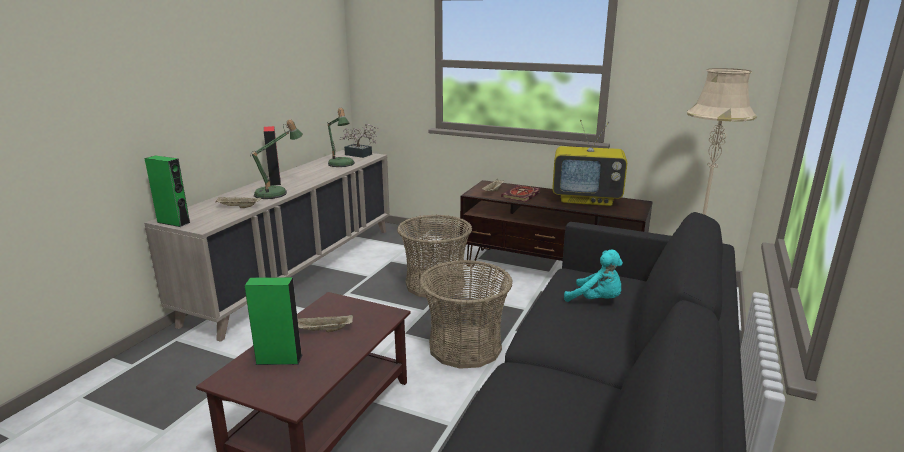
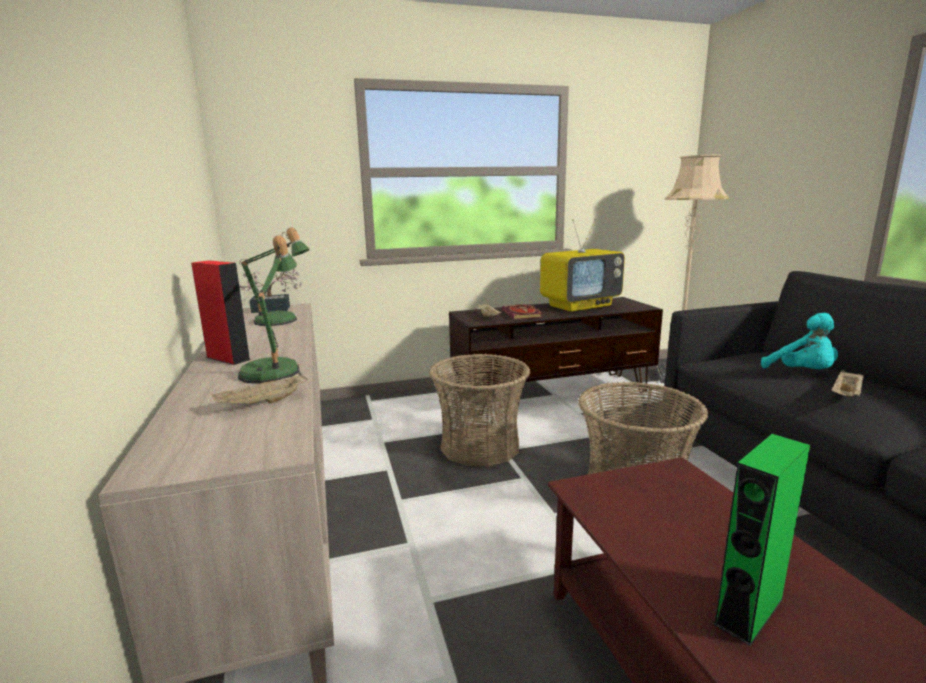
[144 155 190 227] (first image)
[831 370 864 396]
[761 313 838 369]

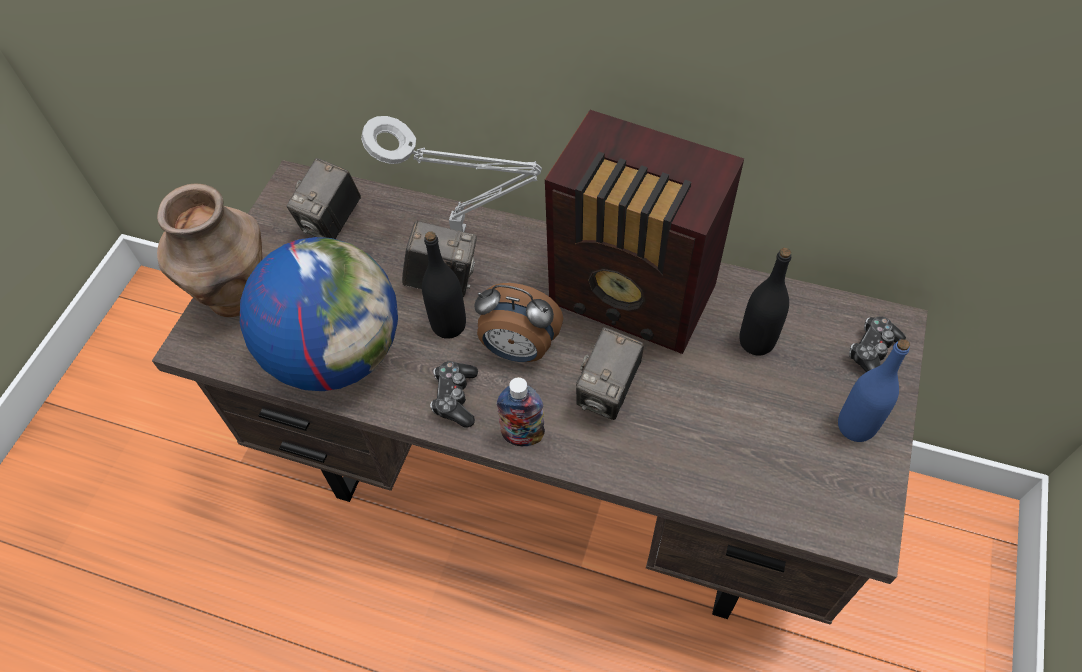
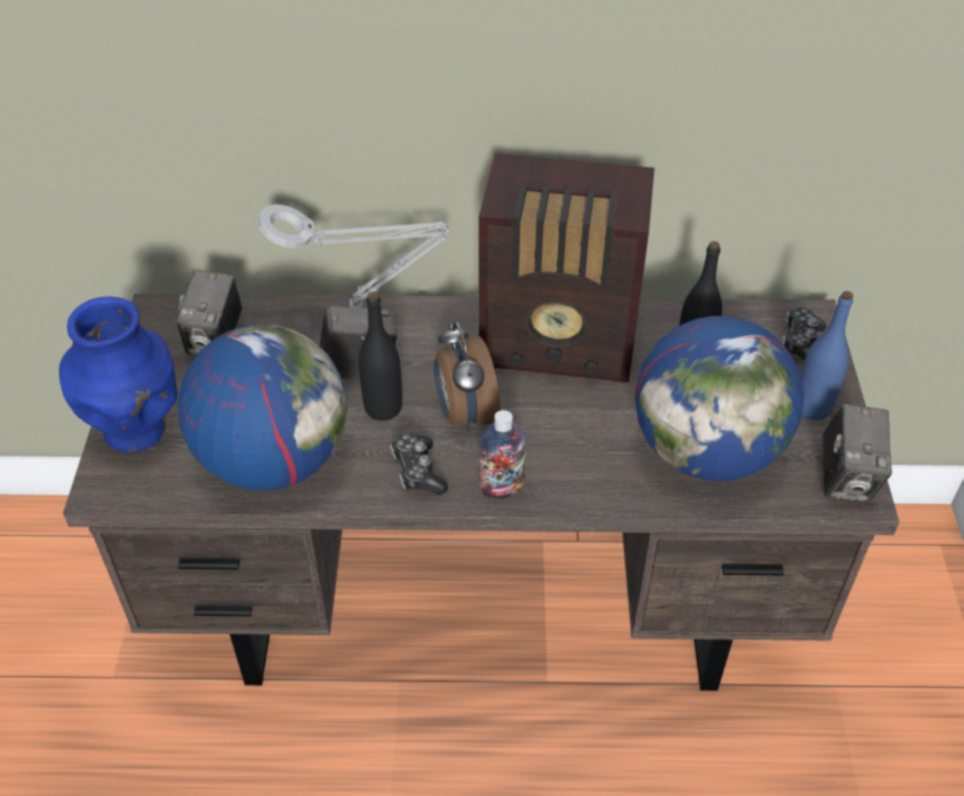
[635 316 804 481]
[822 404 892 502]
[59 296 178 453]
[434 322 500 432]

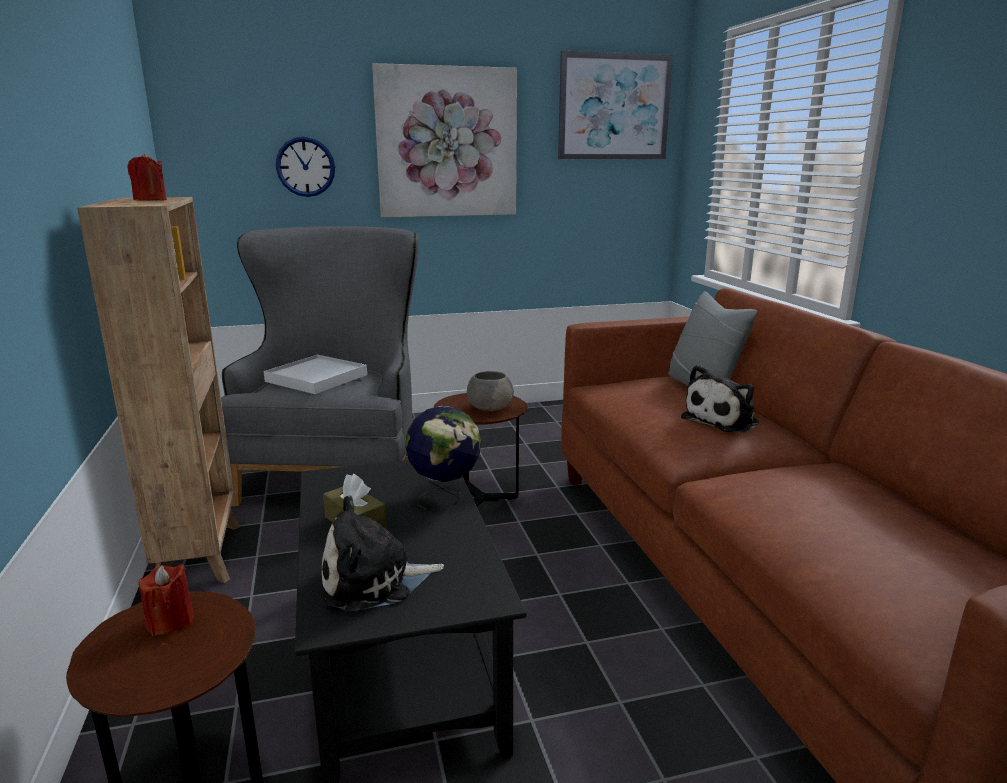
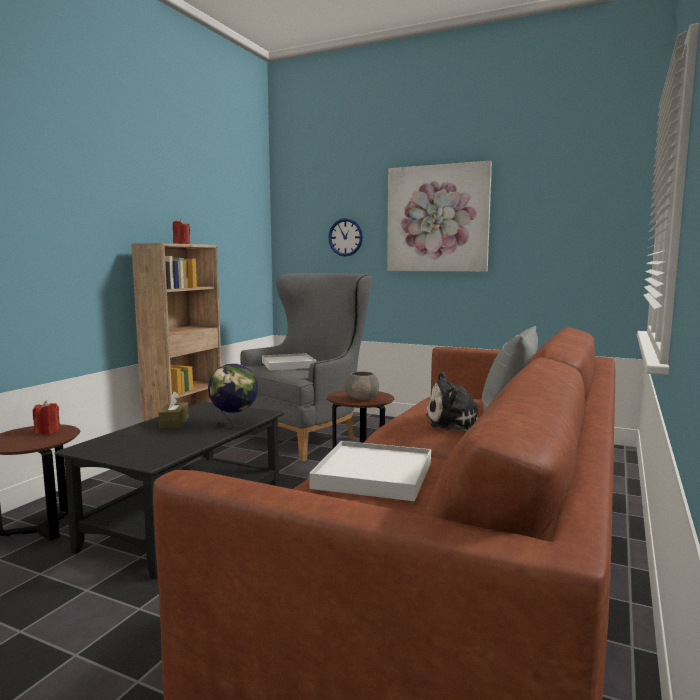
[322 495 444 611] (first image)
[558 51 673 160] (first image)
[309 441 431 501]

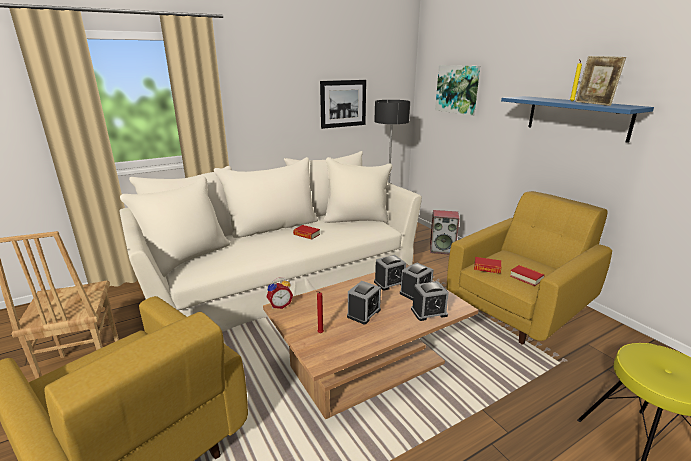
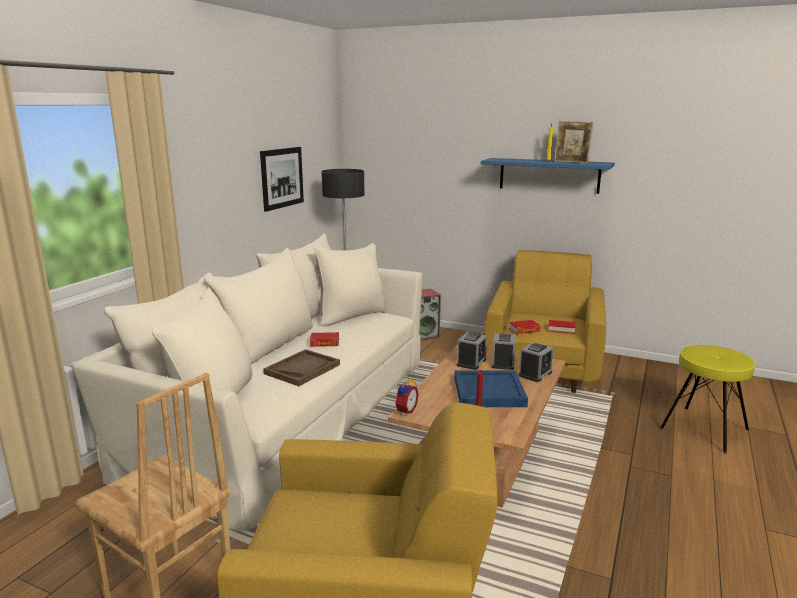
[435 65 480 116] (first image)
[263 349 340 386]
[454 370 528 407]

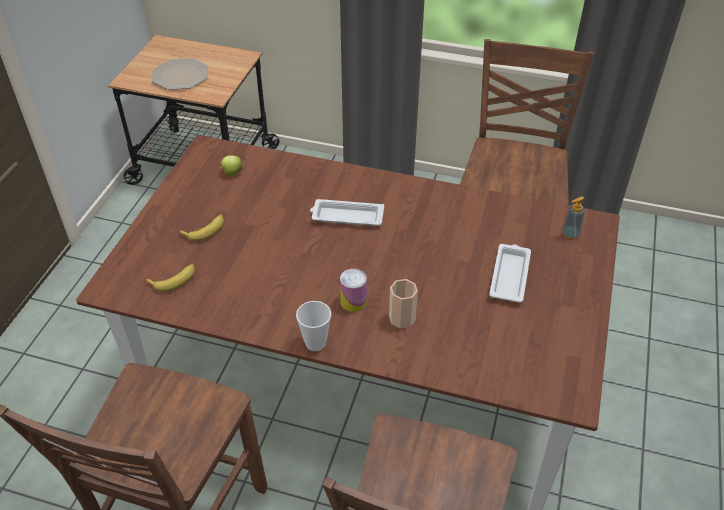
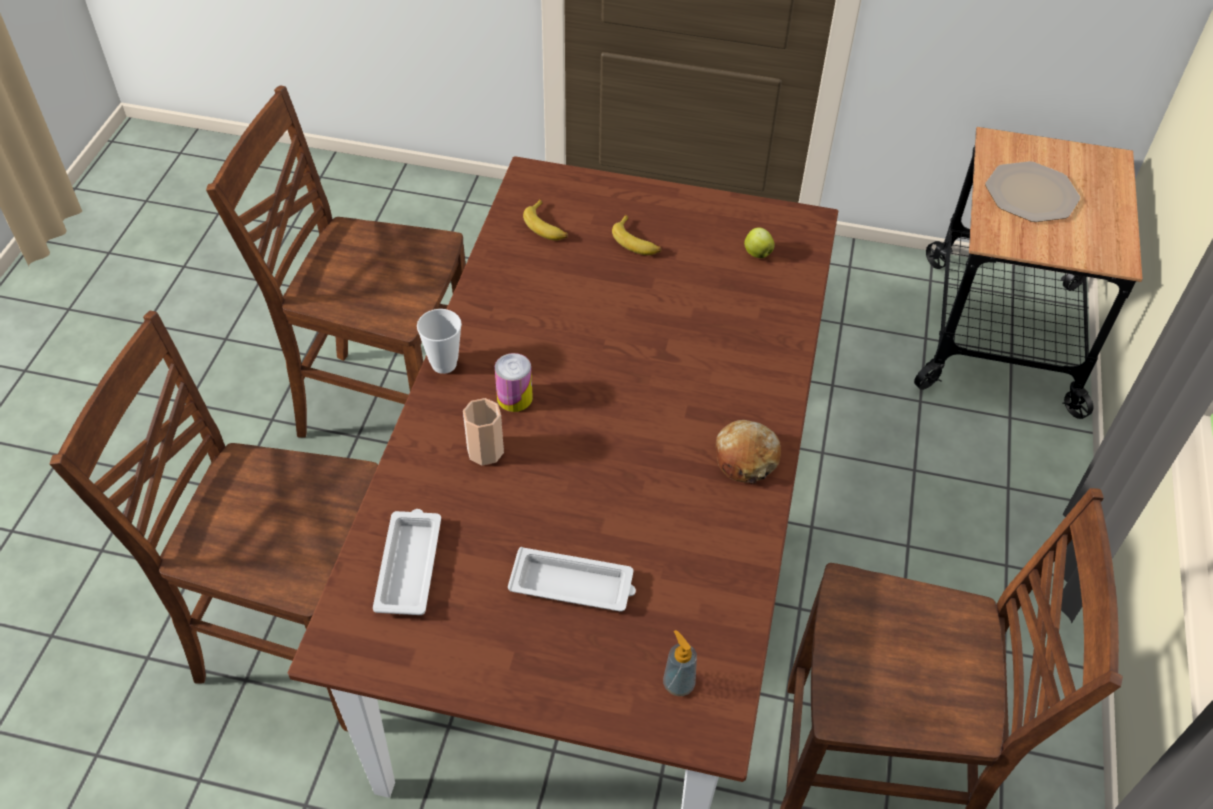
[715 420 781 484]
[373 509 441 615]

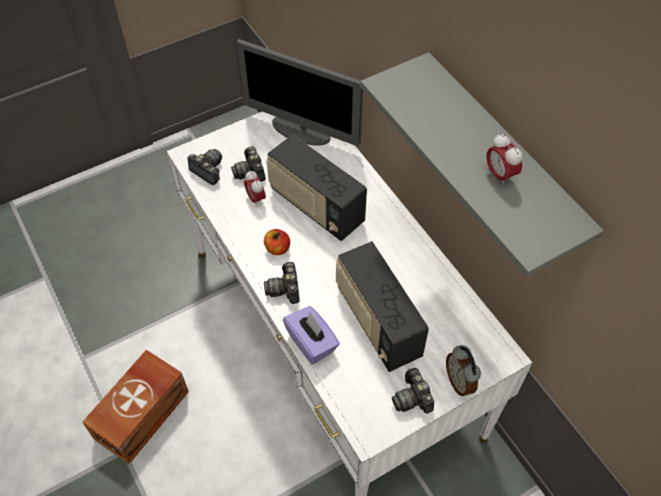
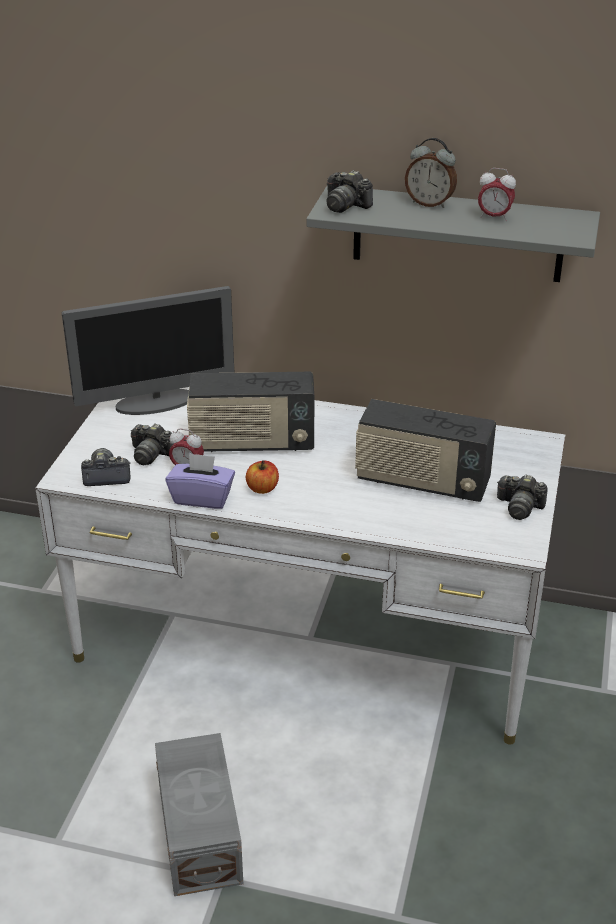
[326 170 373 213]
[166 453 235 509]
[405 138 457 208]
[155 733 243 896]

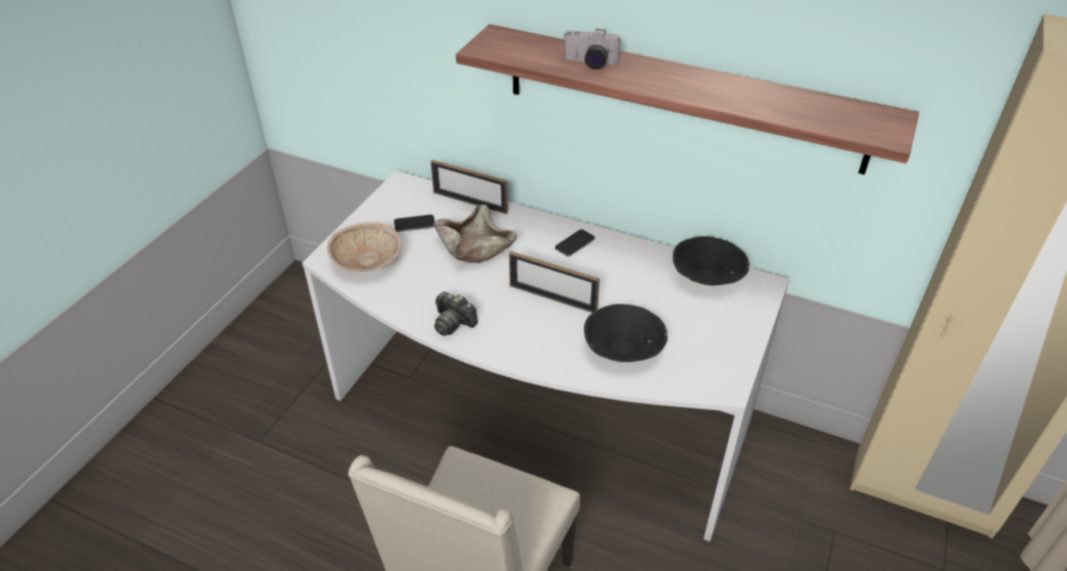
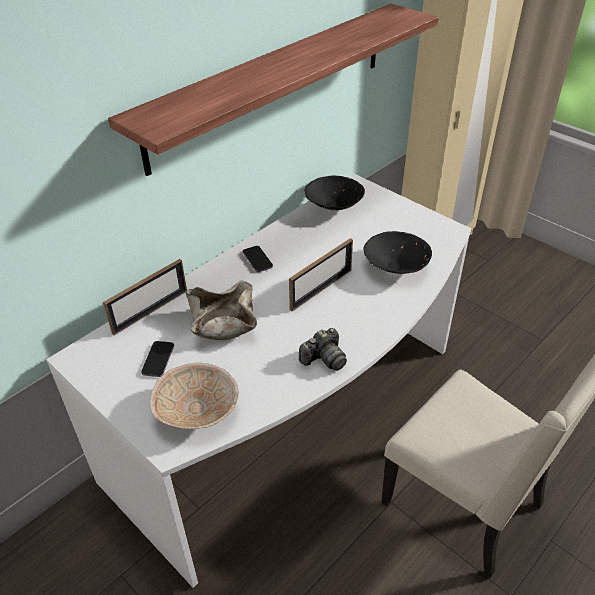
[563 29 621 69] (first image)

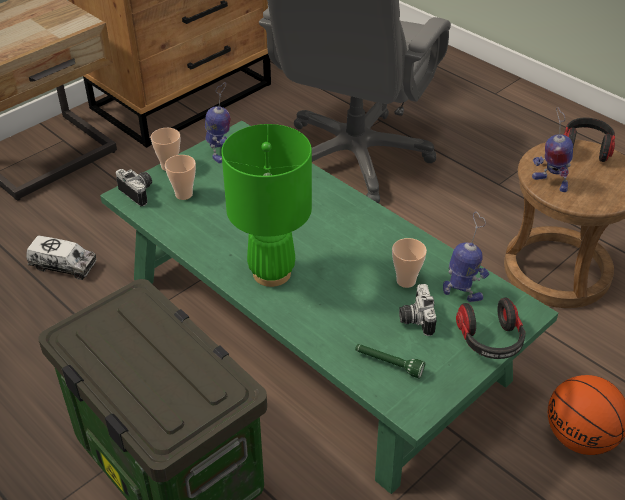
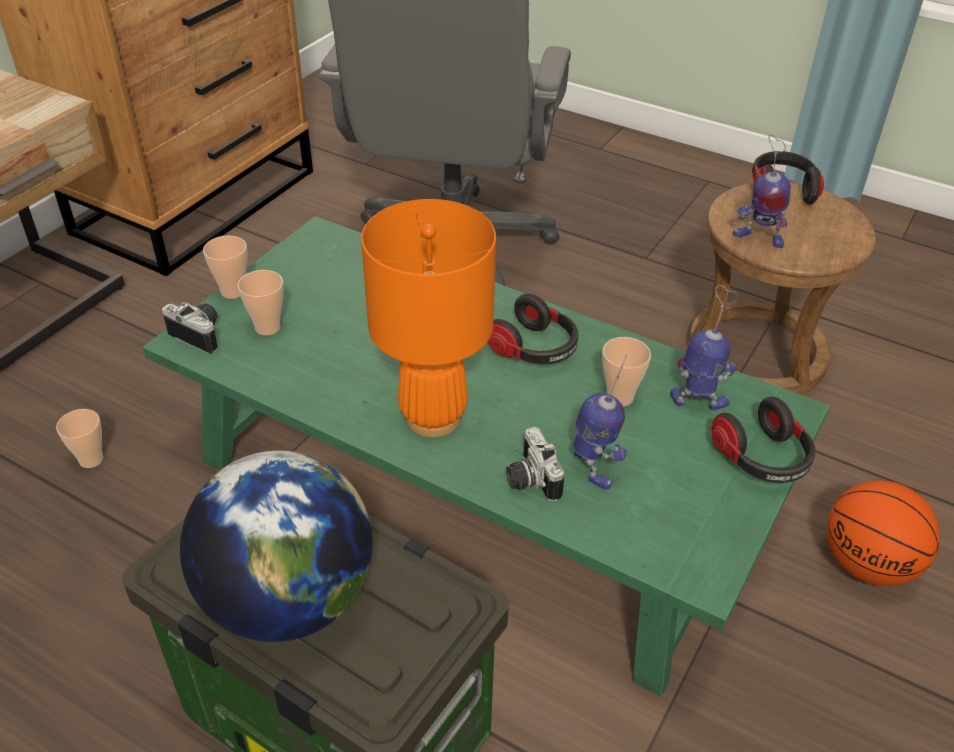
[355 344 425 379] (first image)
[180 450 373 642]
[487 294 578 365]
[573 355 627 490]
[506 427 564 502]
[56 409 103 468]
[361 199 496 438]

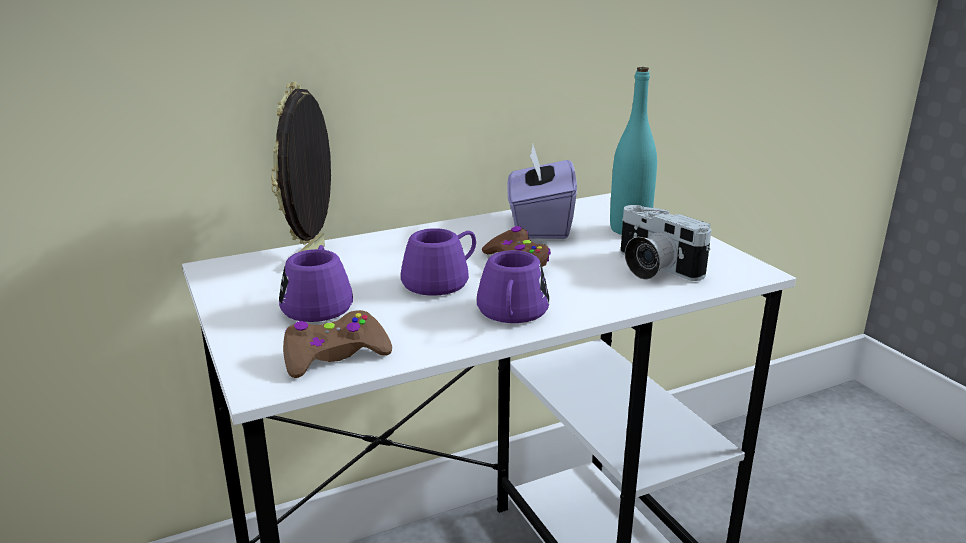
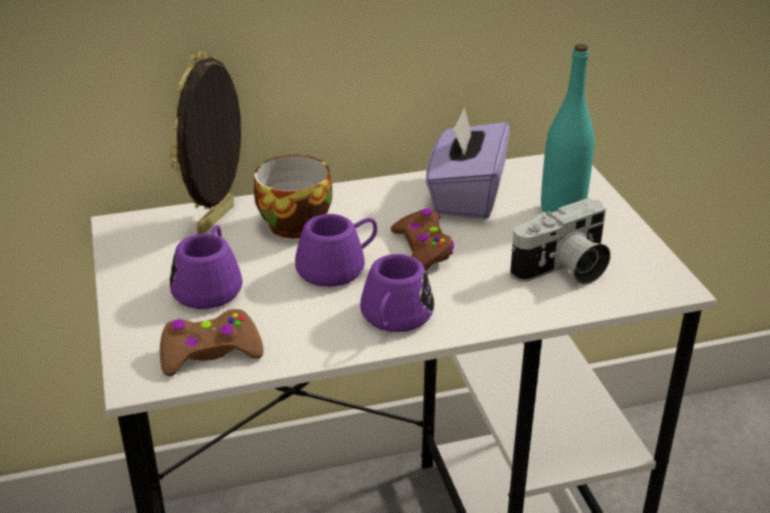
[254 155 332 238]
[510 198 611 285]

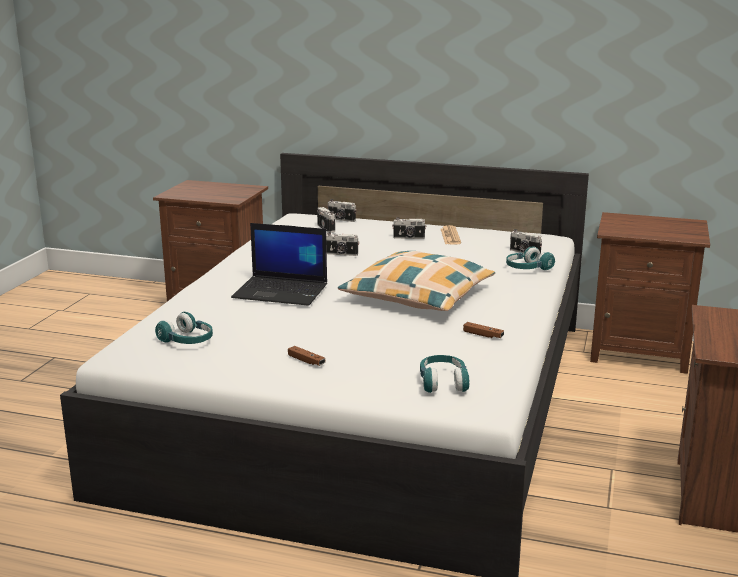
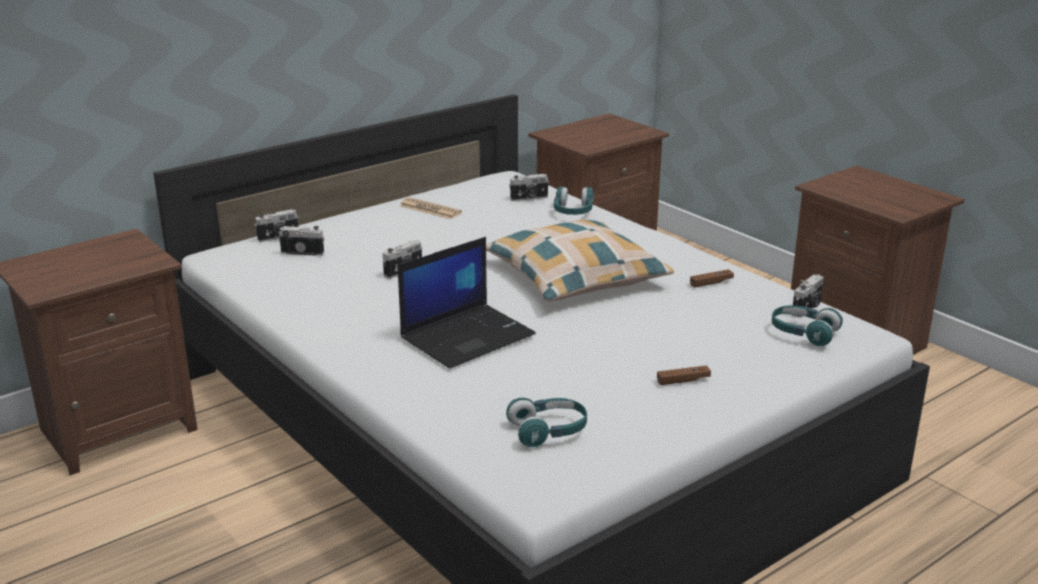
[792 274 824 318]

